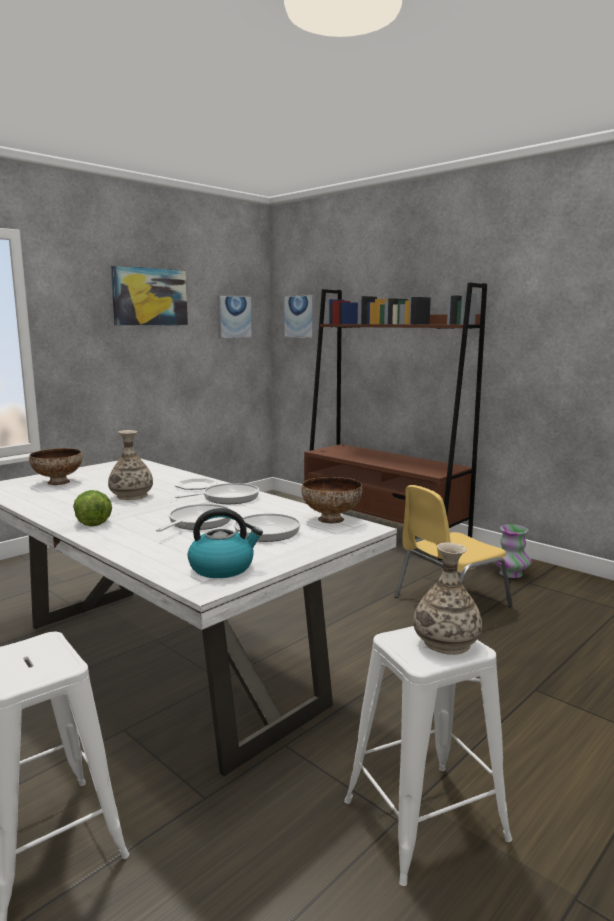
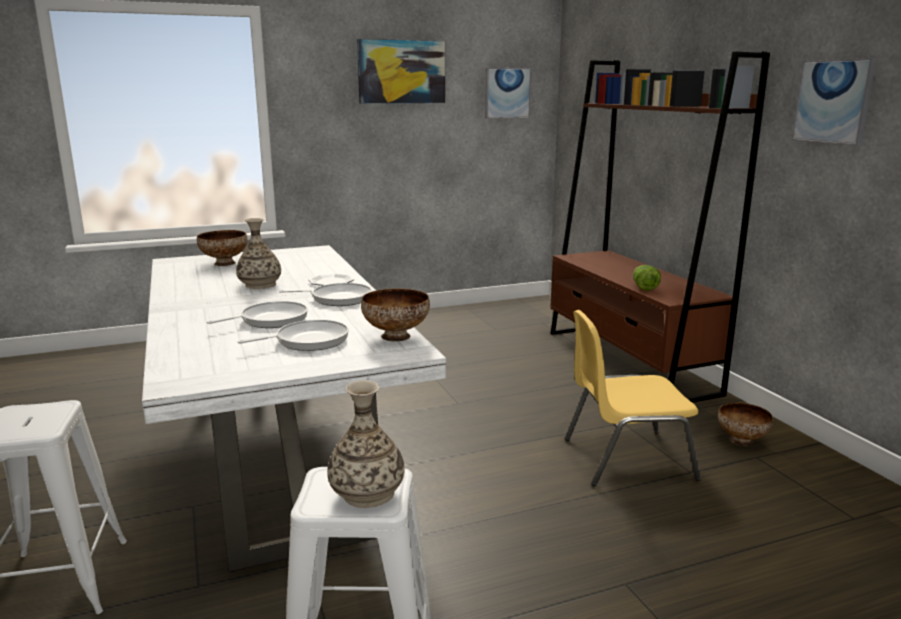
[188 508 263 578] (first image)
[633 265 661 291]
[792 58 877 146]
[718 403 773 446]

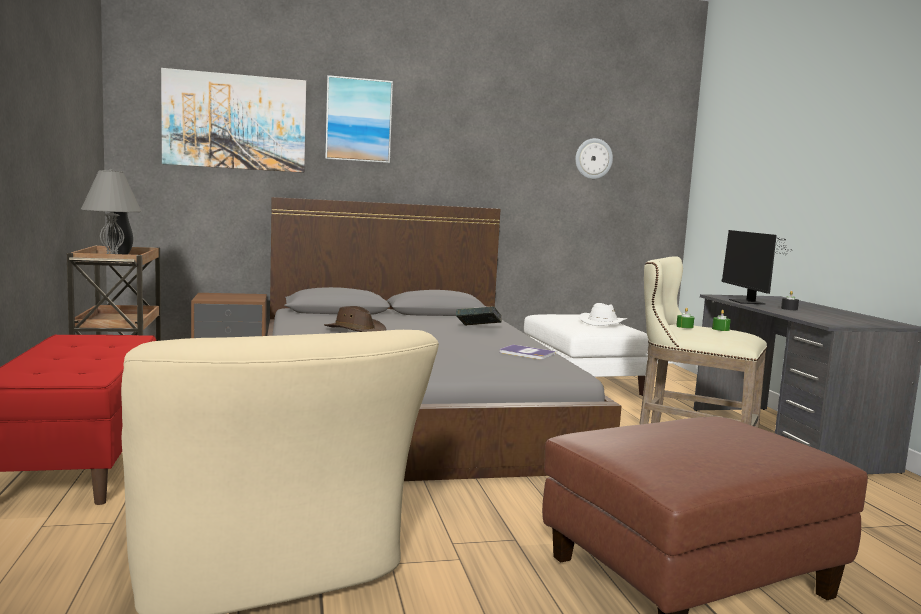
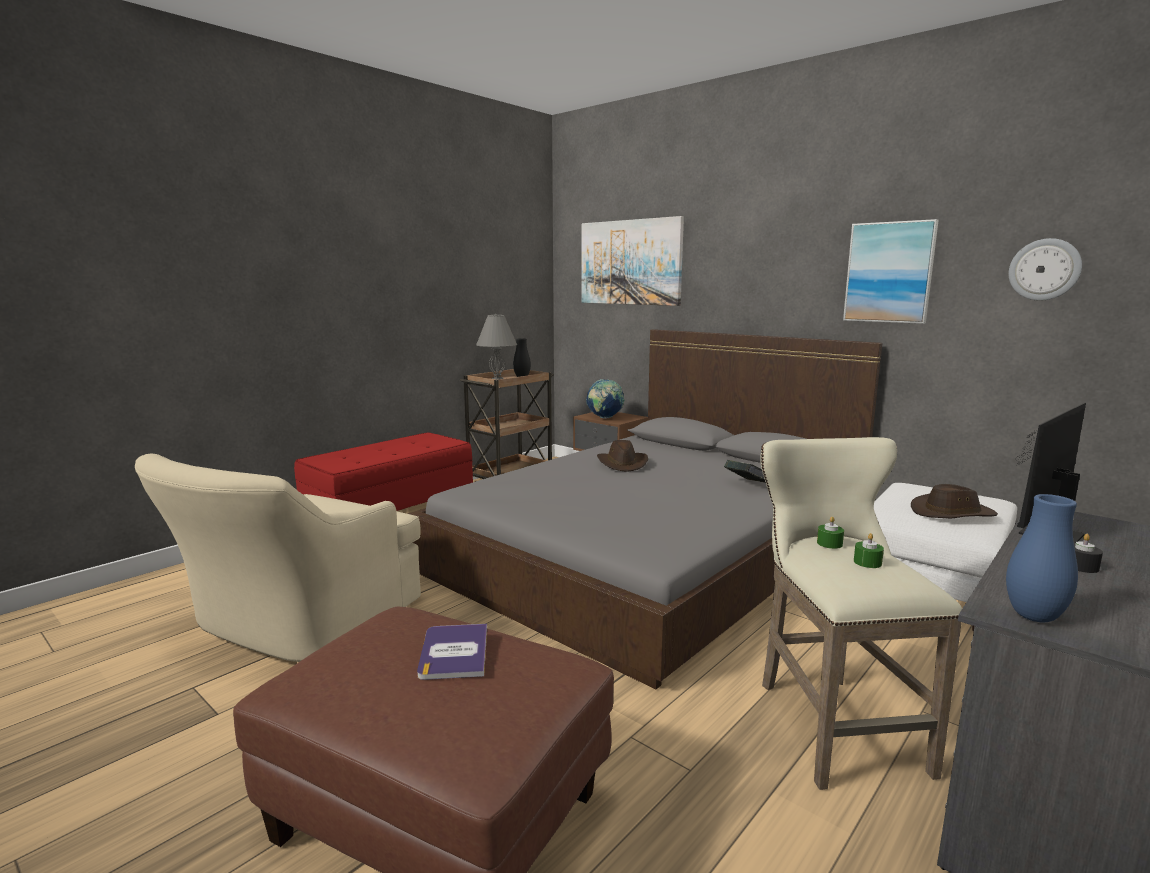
[586 379 625 419]
[1006 494 1078 622]
[843 219 939 324]
[417 624 487 680]
[911 484 998 518]

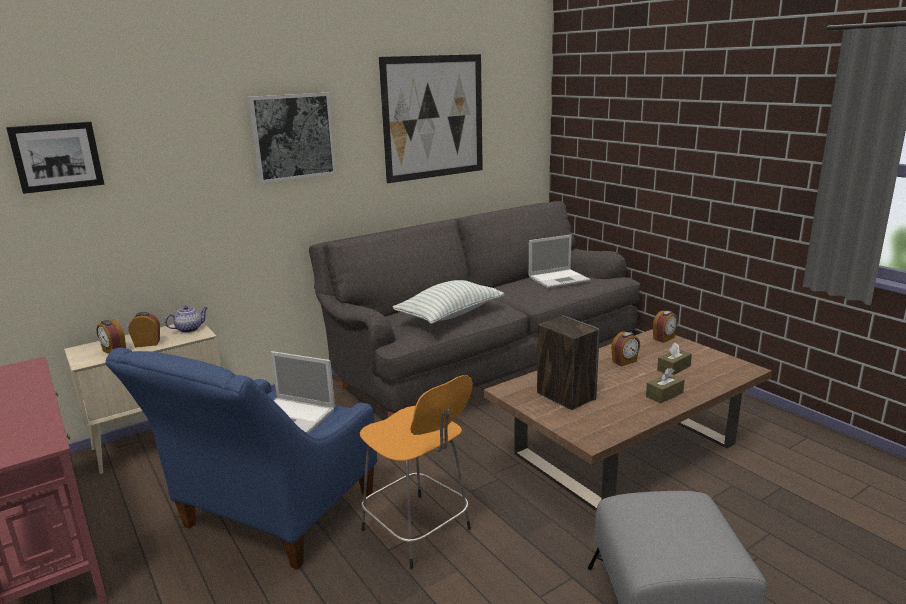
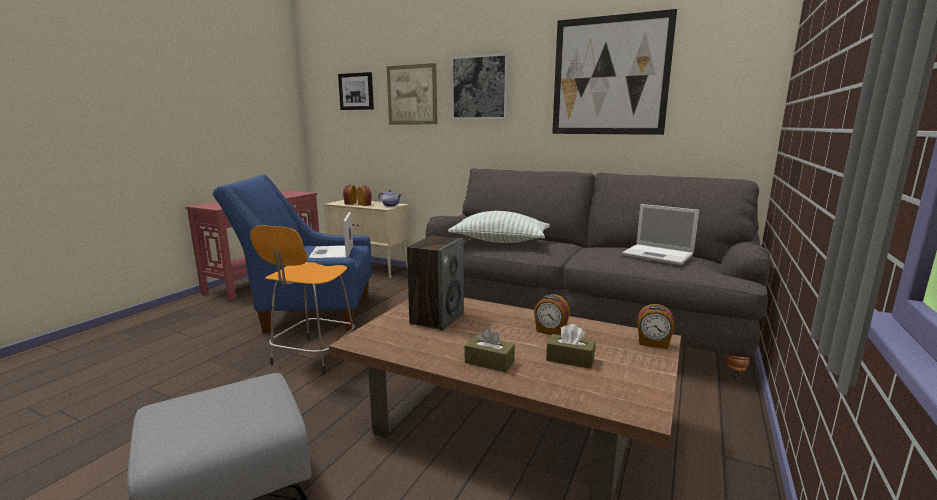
[387 63 437 124]

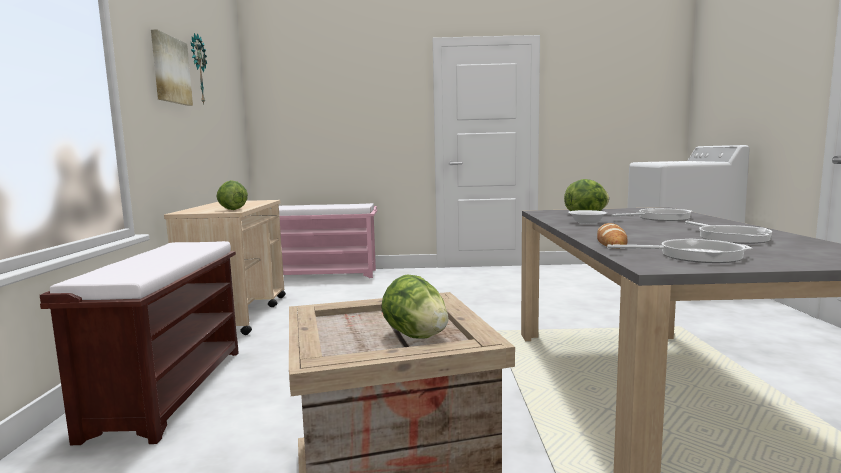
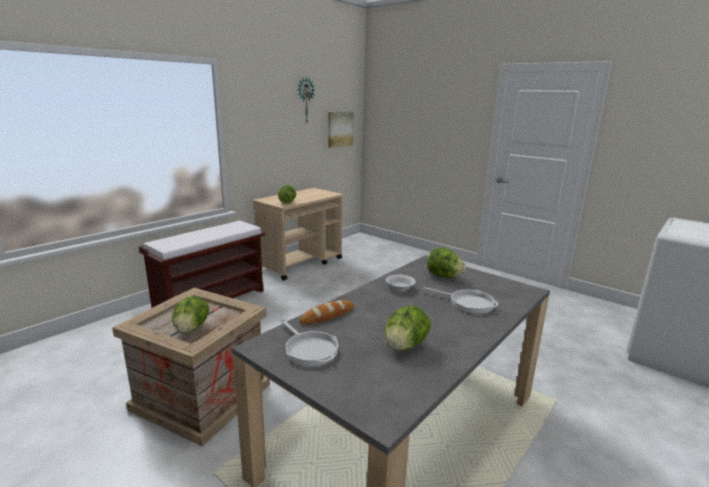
[279 203 377 278] (first image)
[328 111 354 148]
[385 306 431 351]

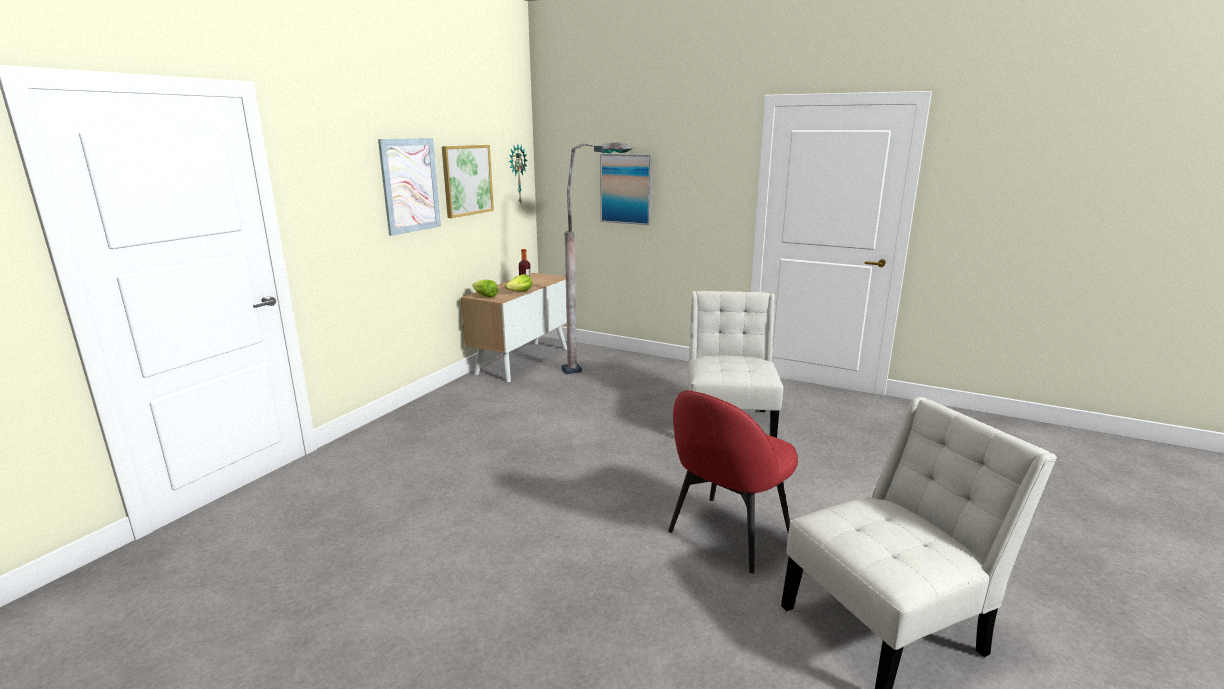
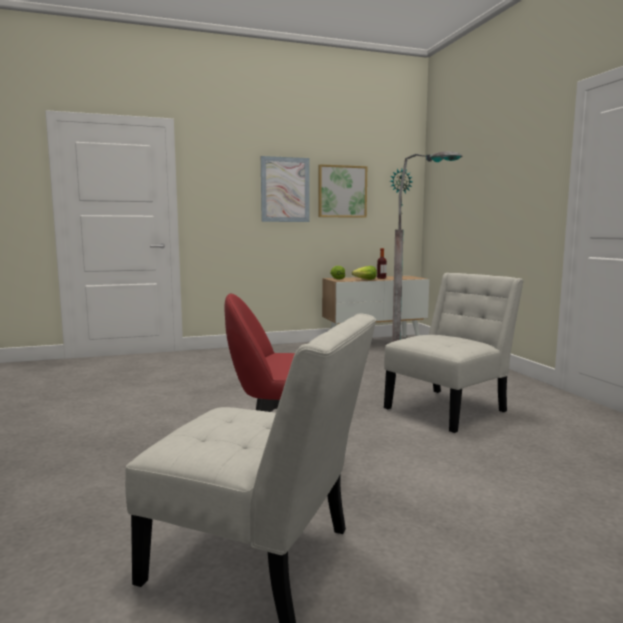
[600 154 652 225] (first image)

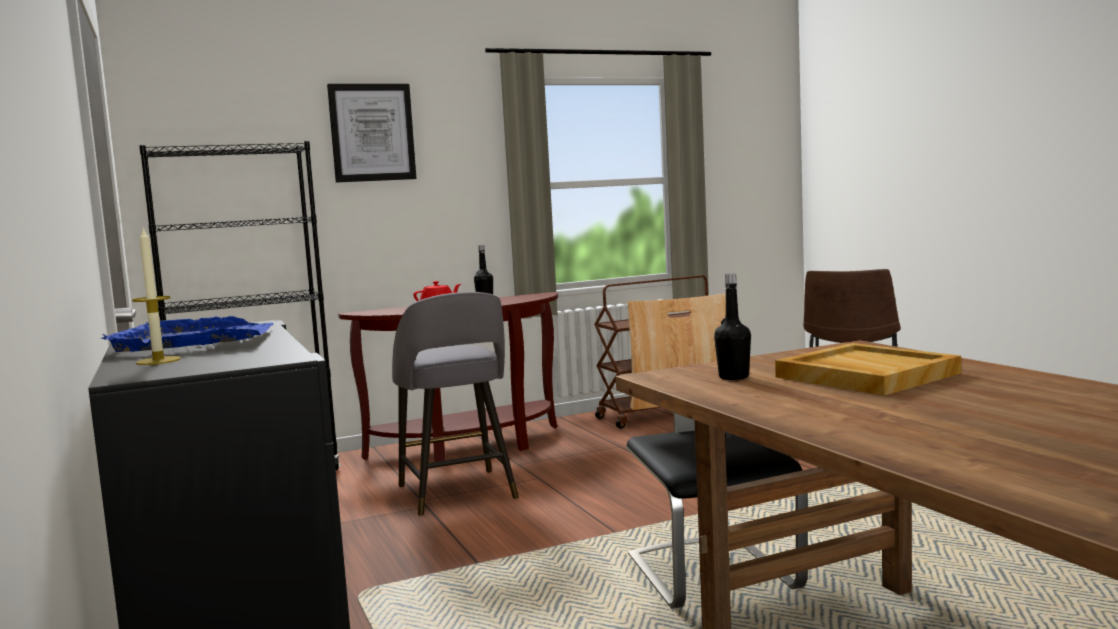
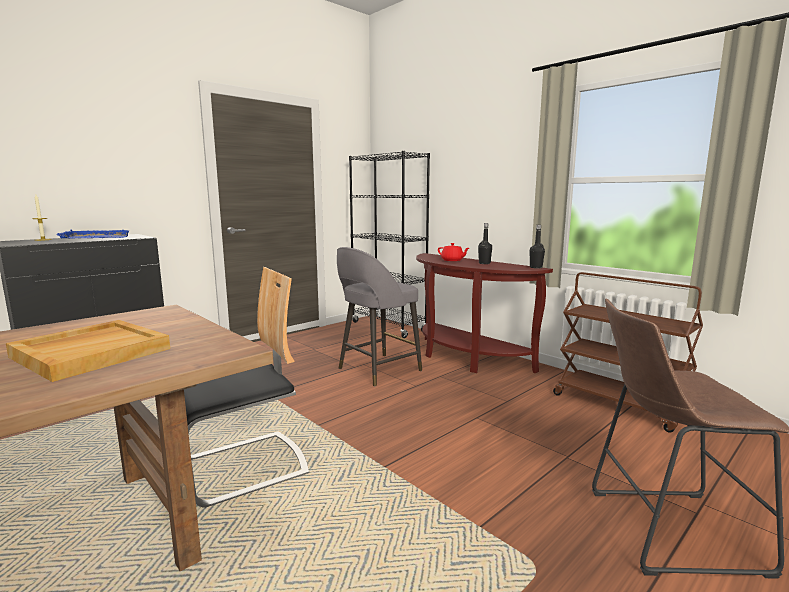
[327 84 417 183] (first image)
[529 225 545 269]

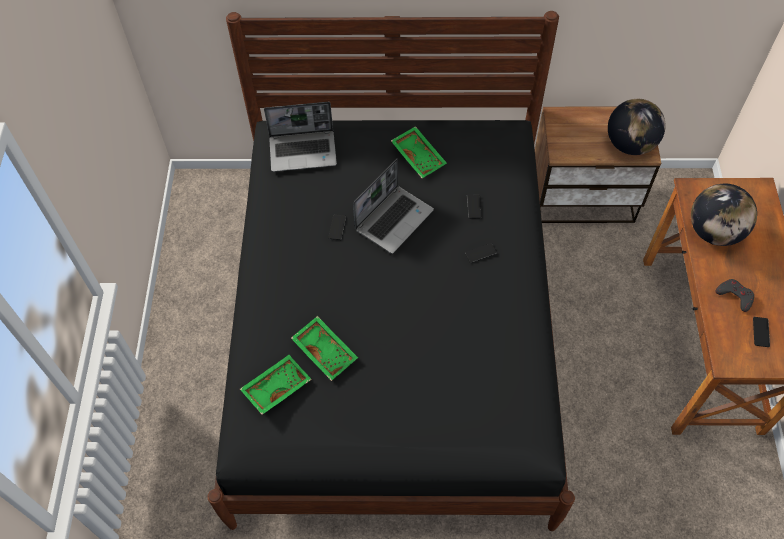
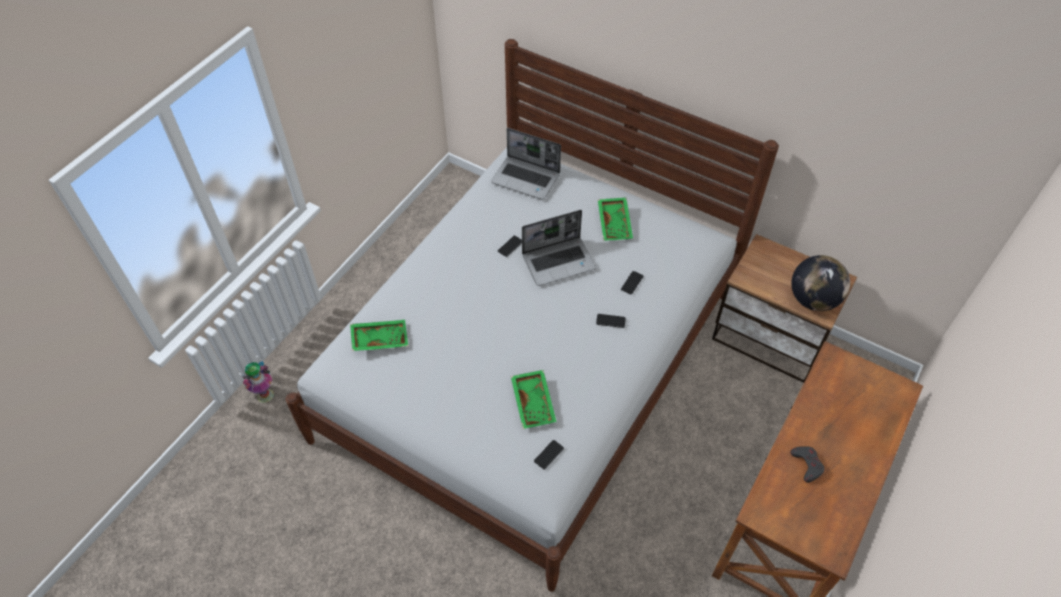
[691 184 757 246] (first image)
[242 362 274 403]
[511 370 557 429]
[534 440 564 469]
[286 39 779 592]

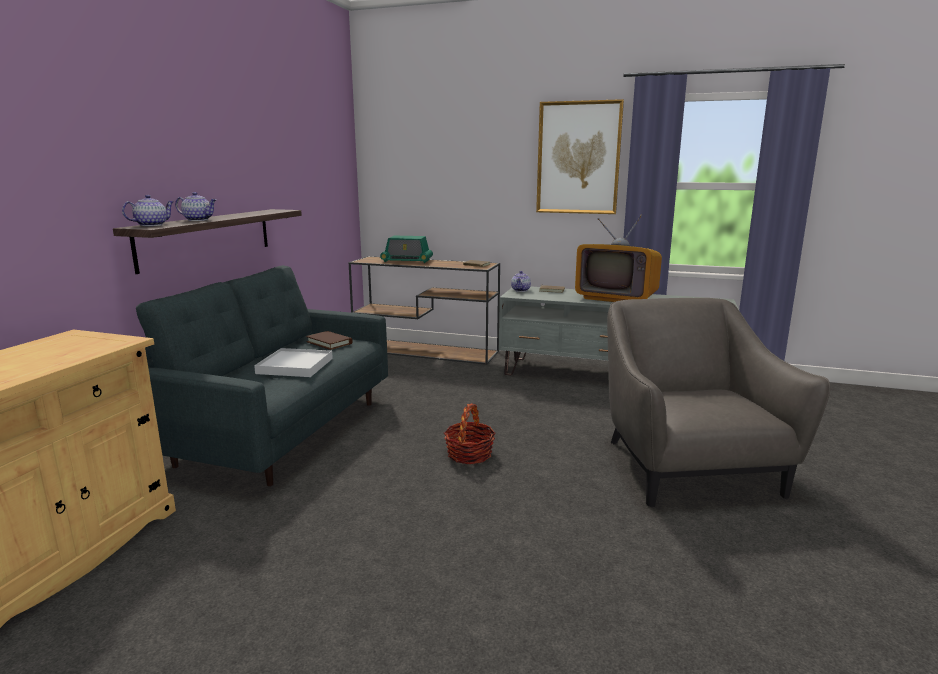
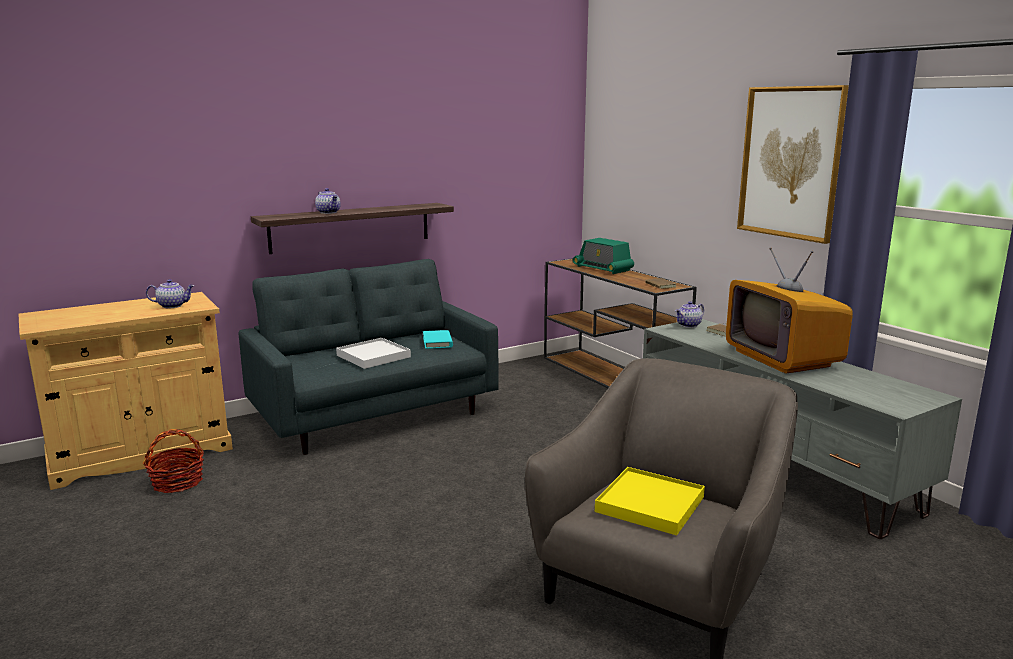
[595 467 705 535]
[146 279 194 308]
[143 429 204 493]
[423 330 453 349]

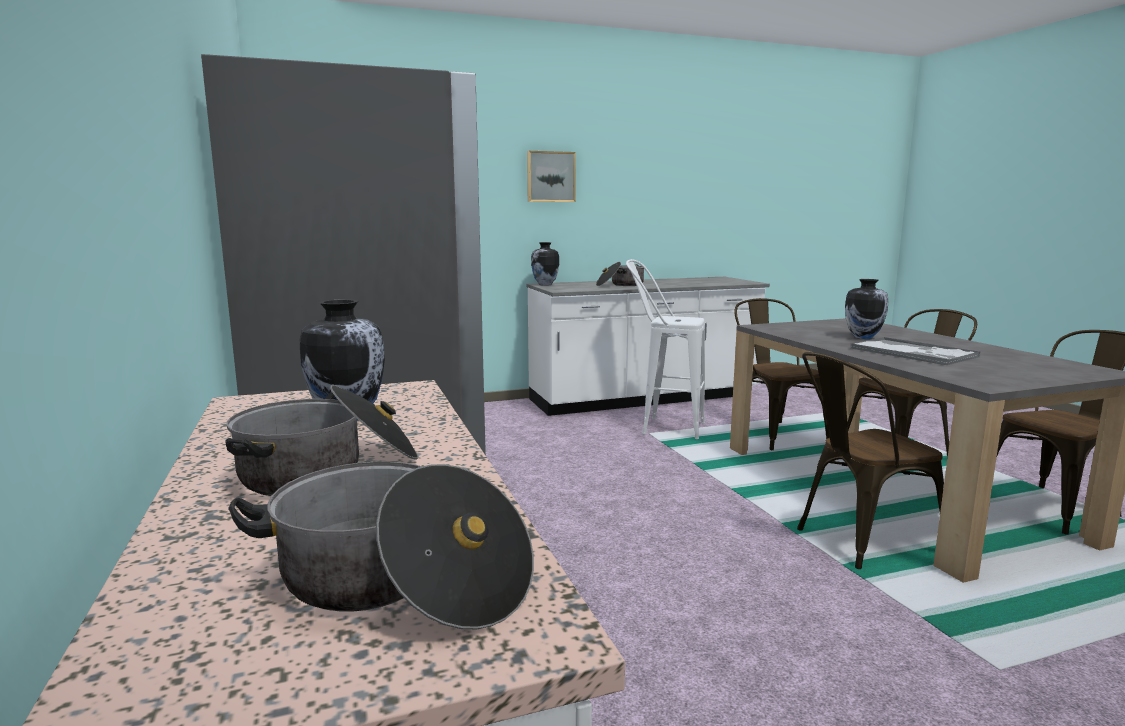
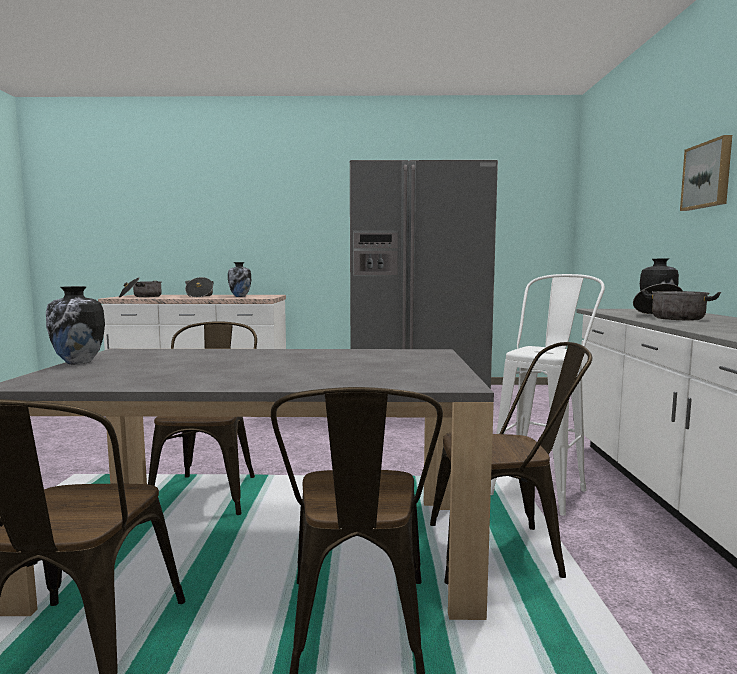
[850 337 980 365] (first image)
[46 286 105 364]

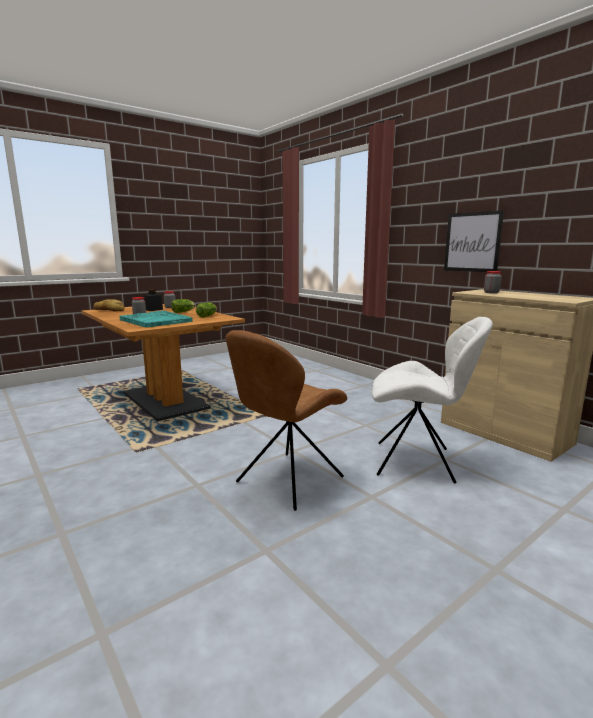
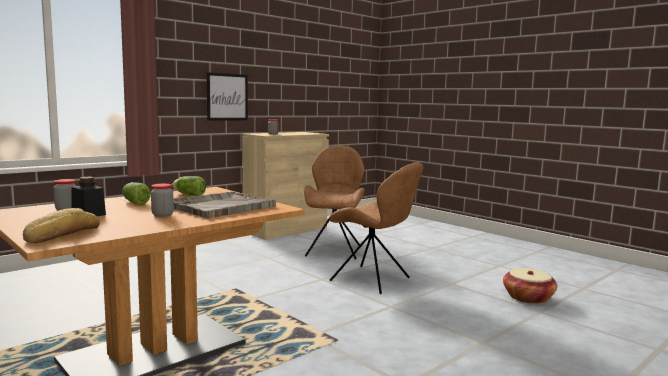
[503 268 557 304]
[173 192 276 218]
[304 146 365 259]

